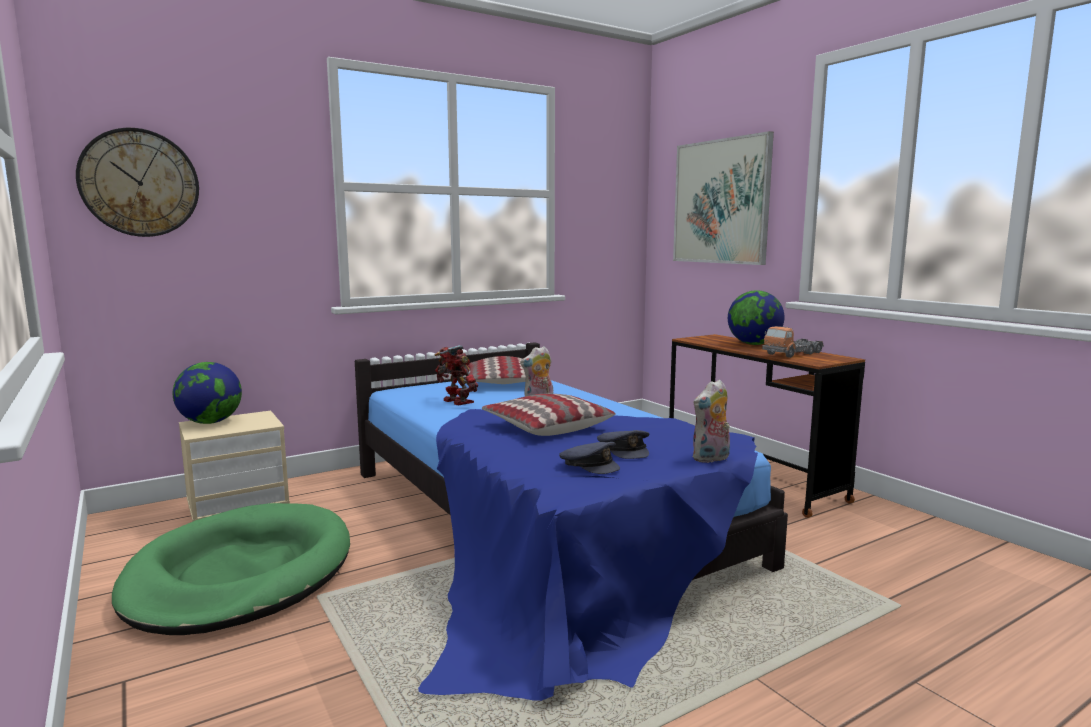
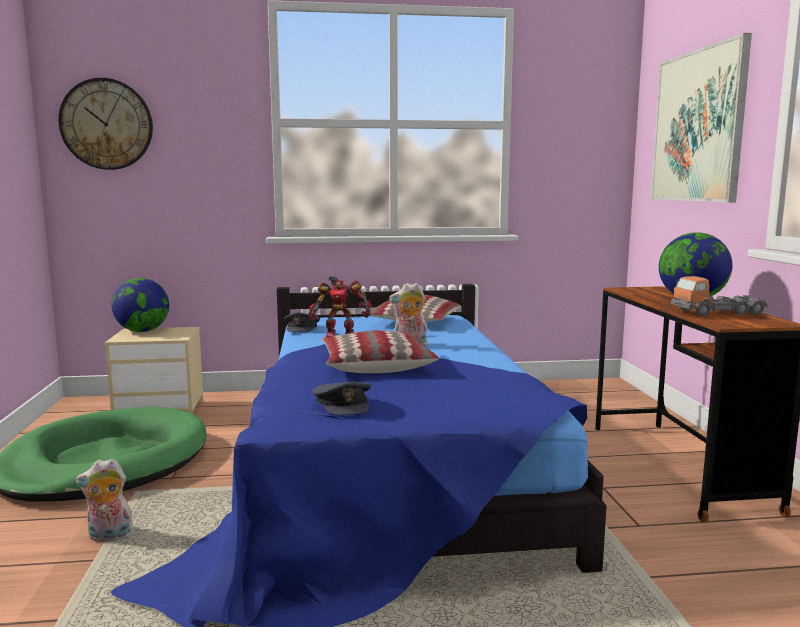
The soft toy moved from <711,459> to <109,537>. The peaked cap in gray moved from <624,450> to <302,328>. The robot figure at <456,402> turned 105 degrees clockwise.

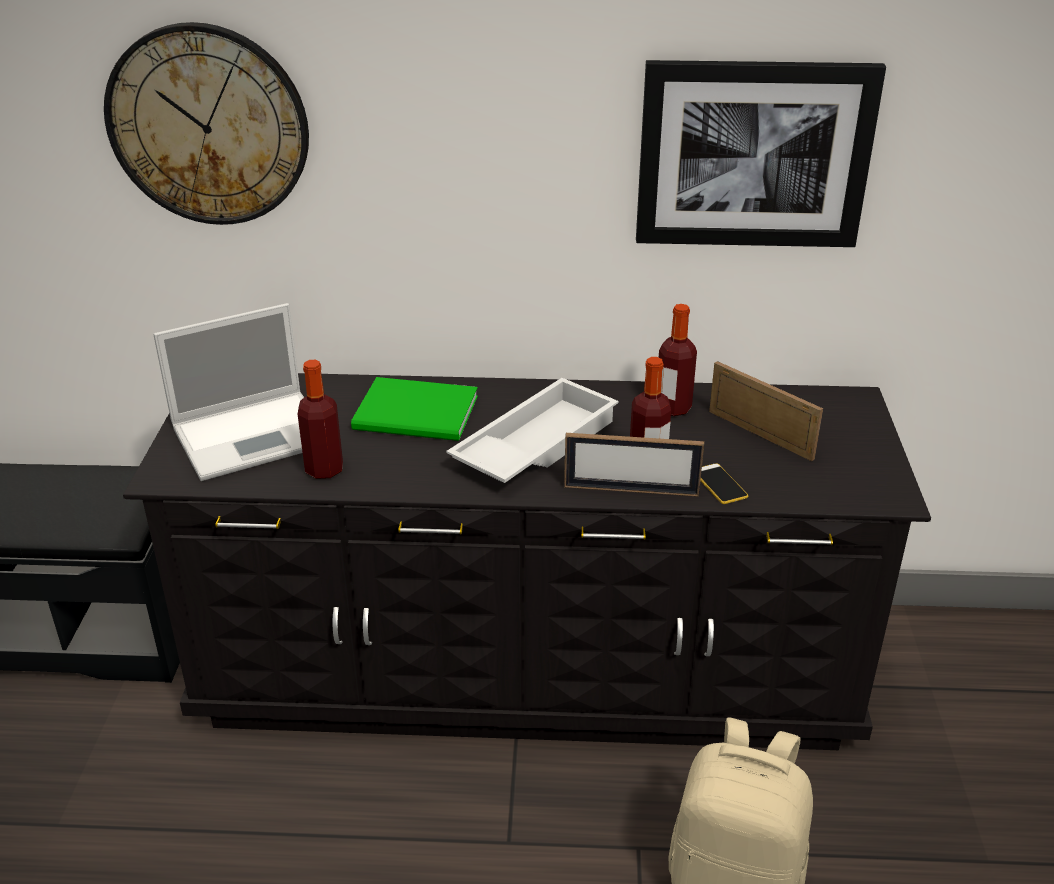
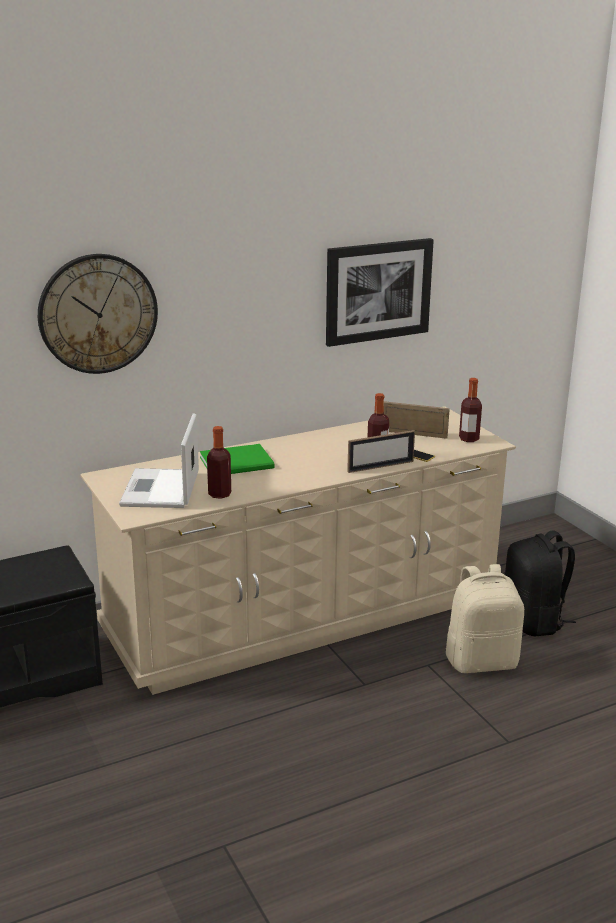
The chest of drawers in black at <527,669> became the chest of drawers in sand-coloured at <305,615>. The portable computer at <255,434> turned 150 degrees clockwise. The beverage bottle moved from <673,408> to <469,439>. The rucksack in black at <534,621> appeared. The tray in whitish at <534,444> disappeared.

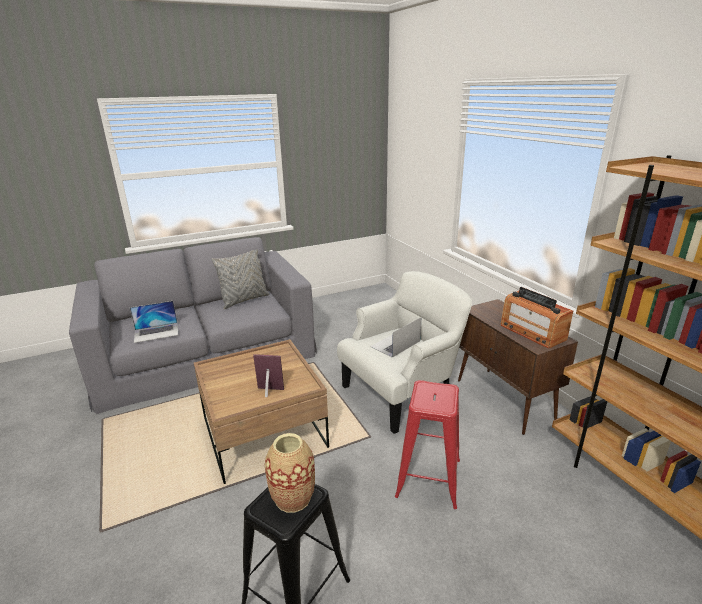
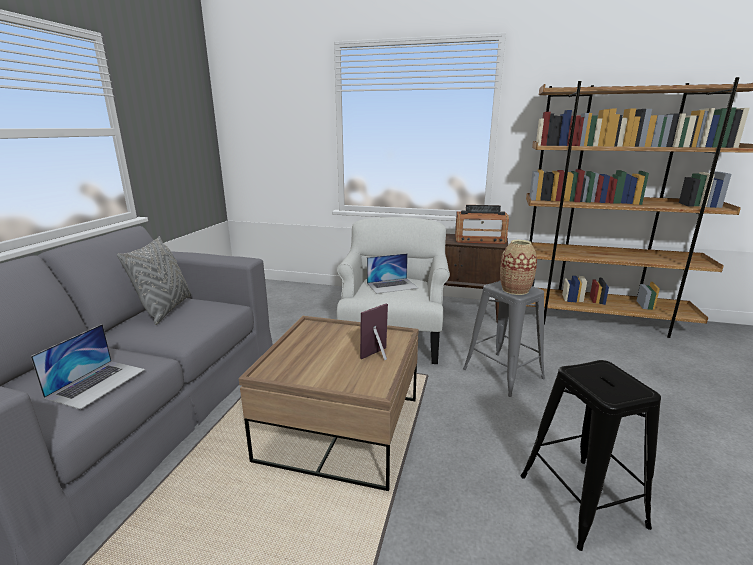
The portable computer at <395,344> turned 105 degrees counterclockwise. The stool in reddish at <428,478> became the stool in gray at <503,374>. The flower vase moved from <293,497> to <515,290>.

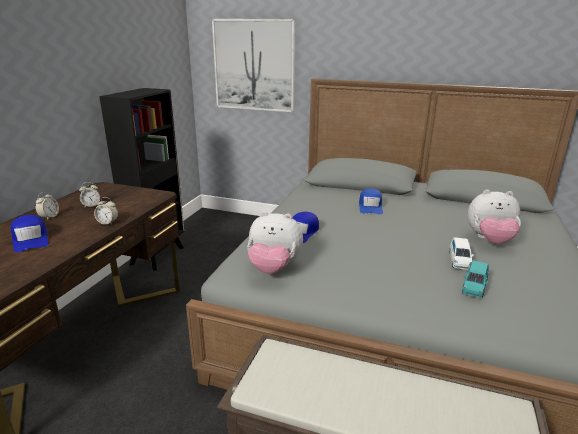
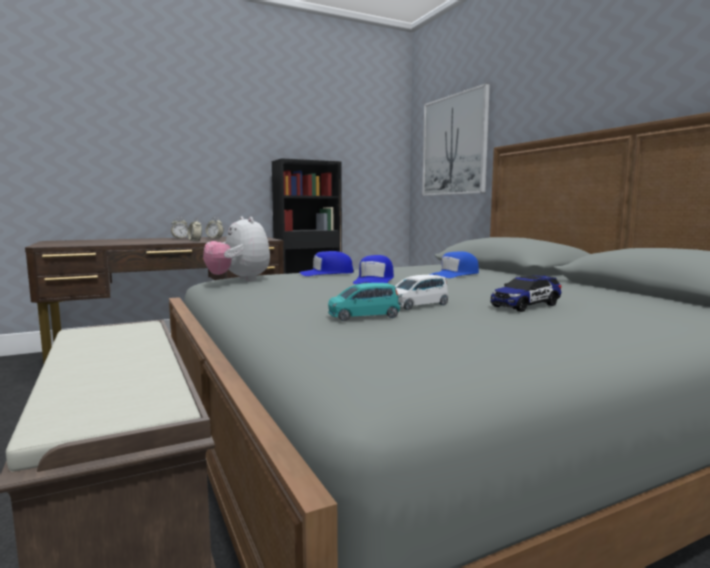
The peaked cap in blue moved from <31,239> to <374,280>. The soft toy at <489,240> was replaced by the model car at <526,306>.

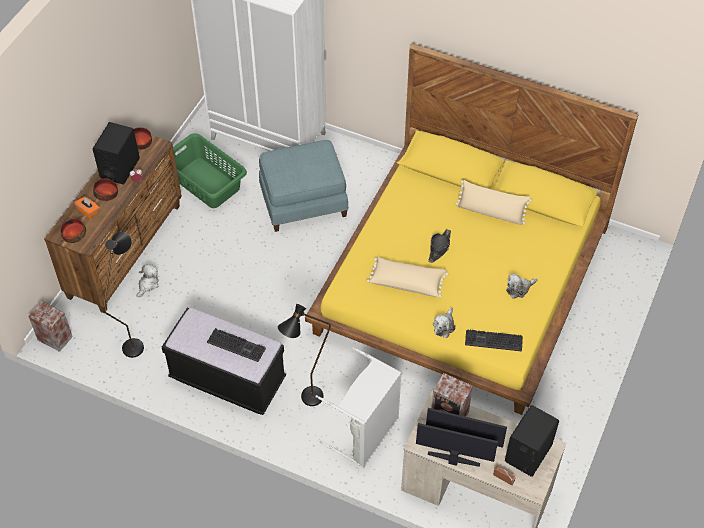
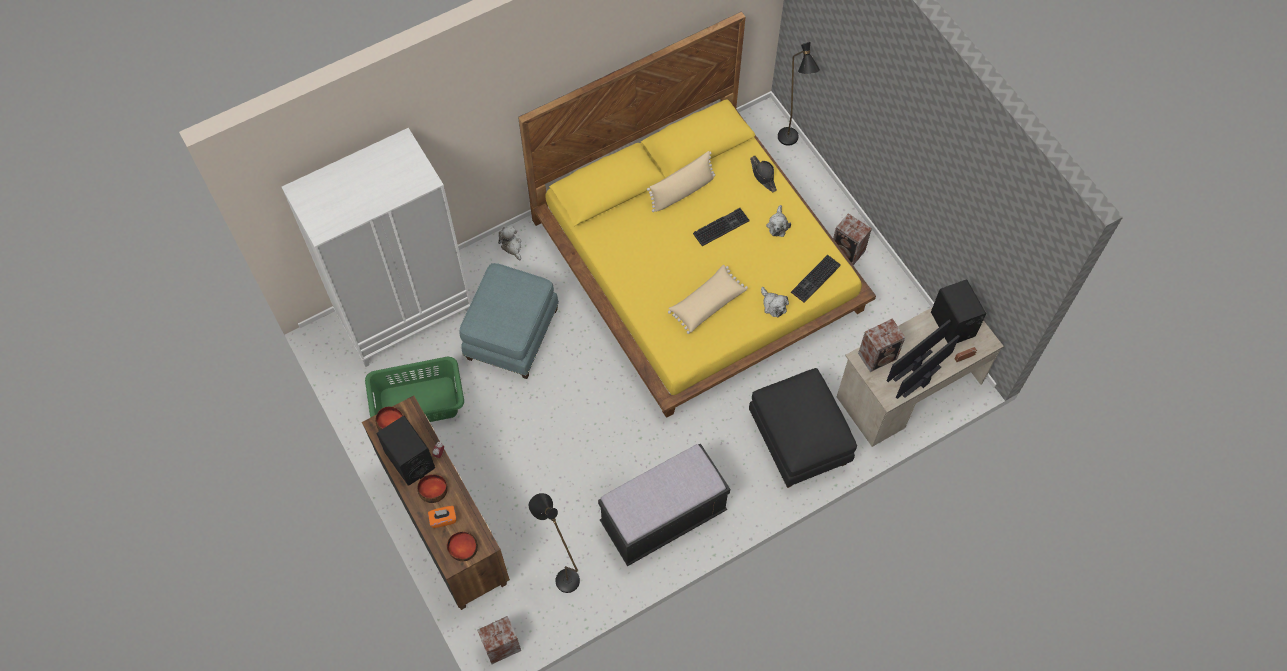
The soft toy moved from <148,284> to <512,246>. The keyboard moved from <237,345> to <721,226>. The hamper in gray at <365,434> was replaced by the ottoman in black at <799,440>. The wearable hat in black moved from <439,248> to <763,176>. The floor lamp in black moved from <306,402> to <790,143>. The loudspeaker at <848,251> appeared.

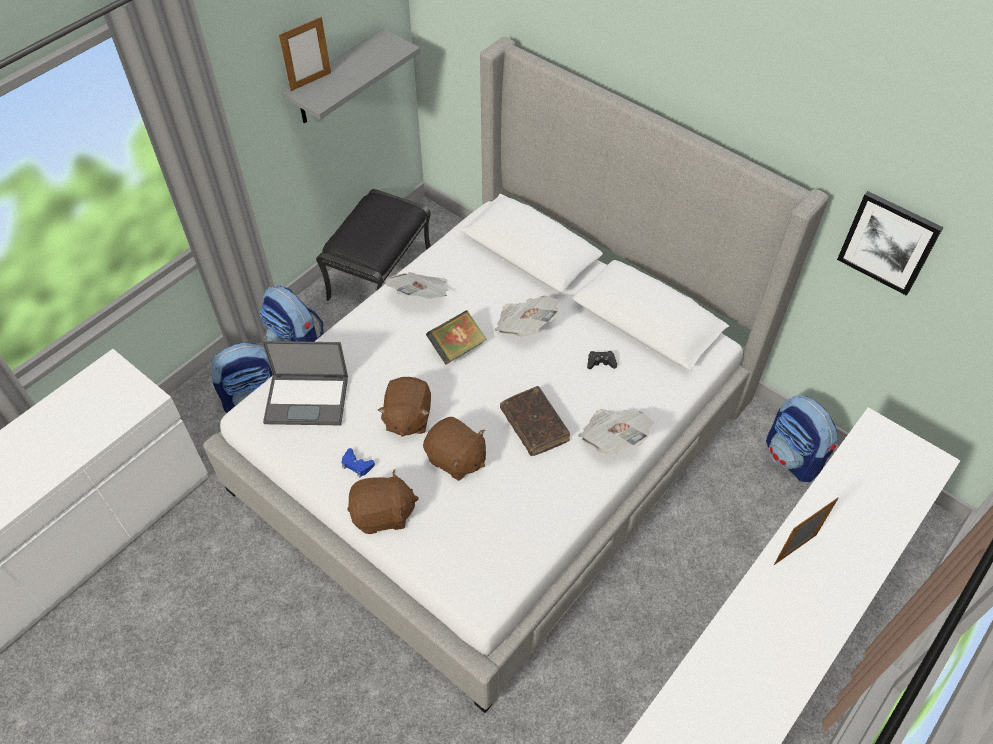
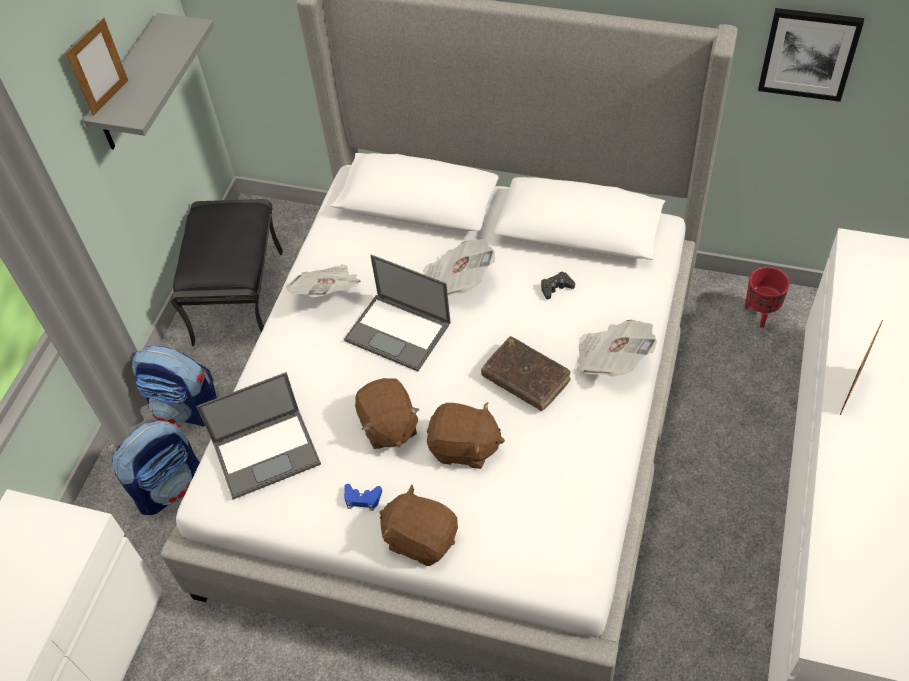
The volume at <457,348> was replaced by the portable computer at <399,332>. The soft toy in brown-coloured at <383,514> turned 120 degrees counterclockwise. The rucksack at <793,458> was replaced by the planter in reddish at <761,314>.

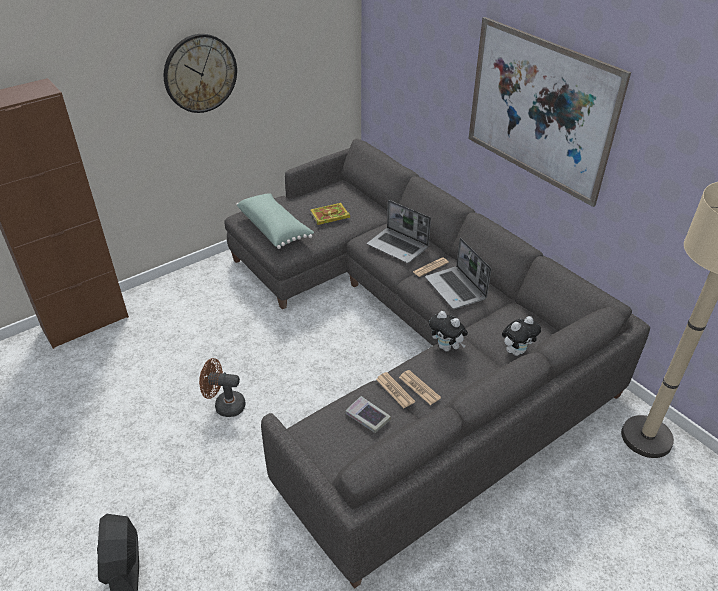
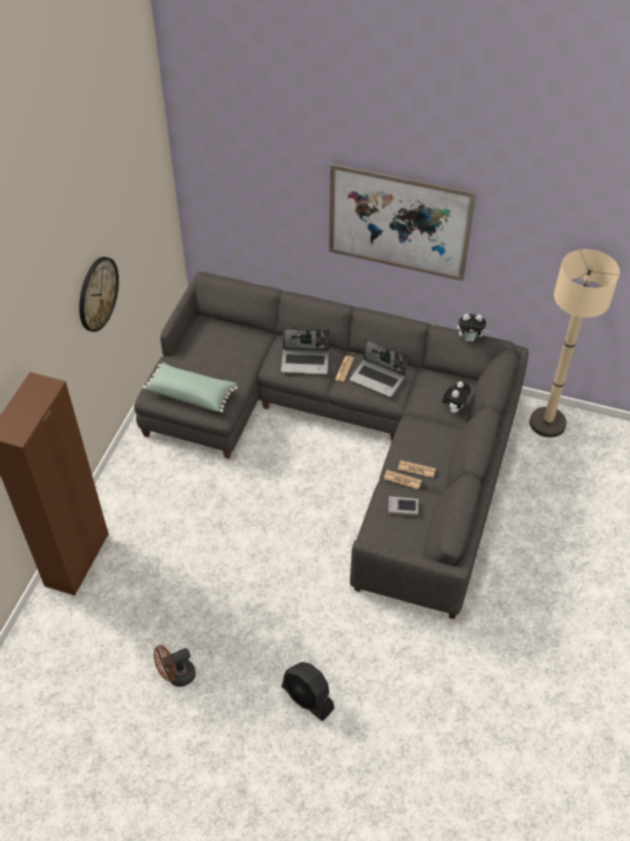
The electric fan in brown-coloured moved from <225,405> to <176,676>. The soft toy moved from <447,347> to <470,338>. The volume at <329,216> disappeared.

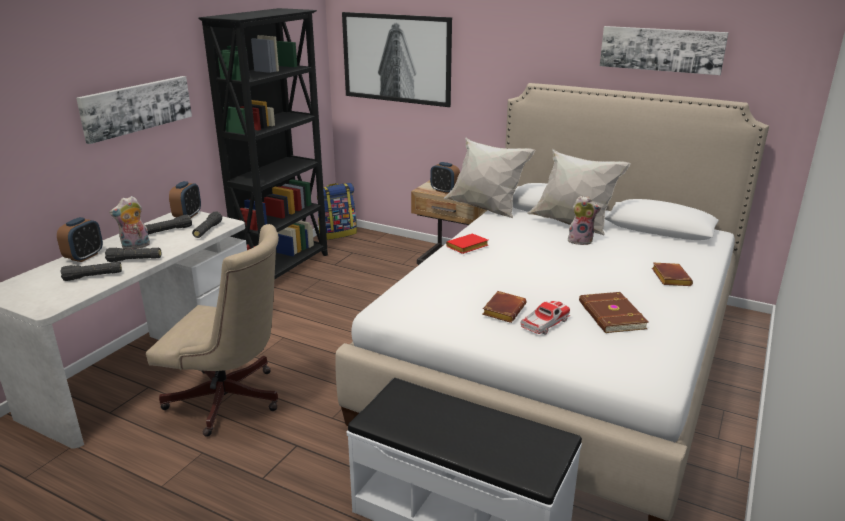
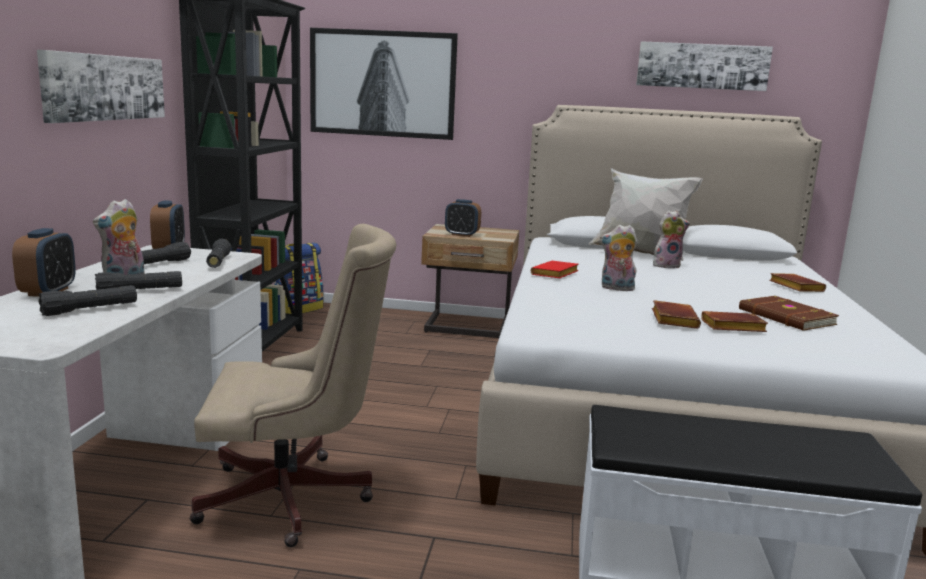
The soft toy at <616,288> appeared. The model car at <544,323> was replaced by the volume in brown-coloured at <731,328>. The pillow in whitish at <486,209> disappeared.

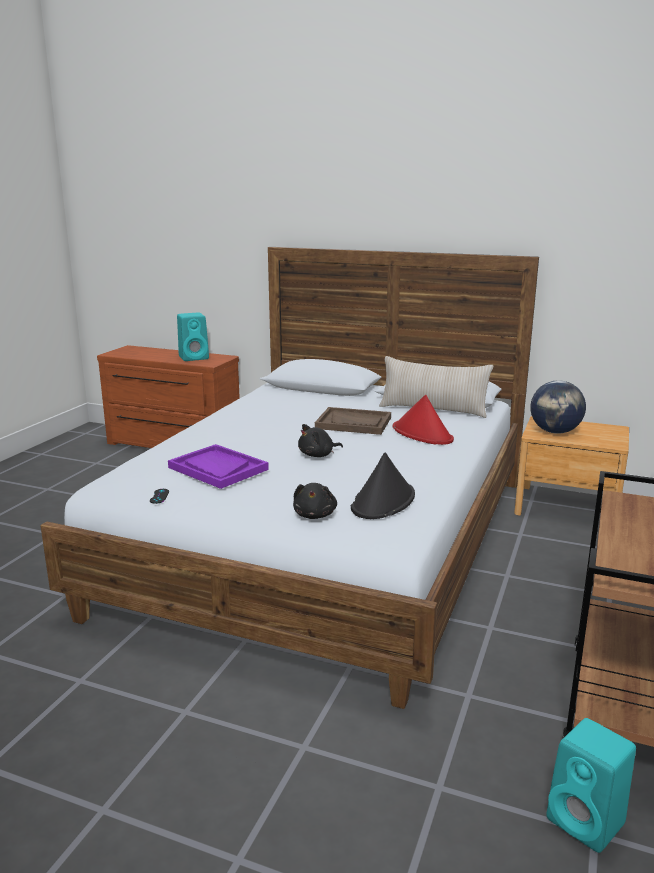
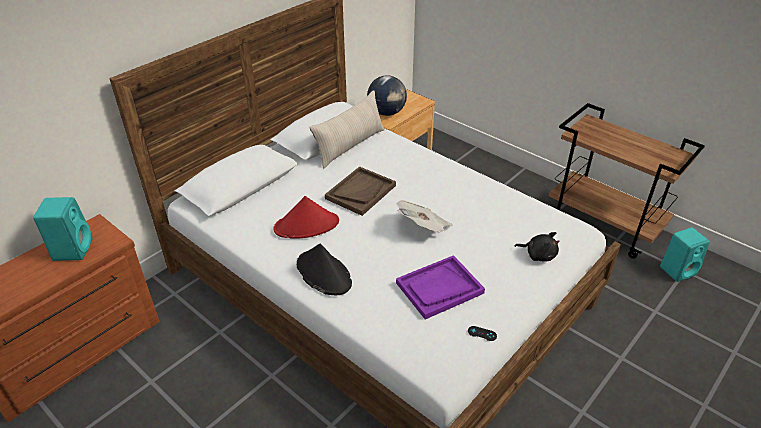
The wearable hat in reddish moved from <422,434> to <307,225>. The wearable hat in black moved from <383,501> to <323,273>. The soft toy in black at <318,455> was replaced by the newspaper at <424,228>.

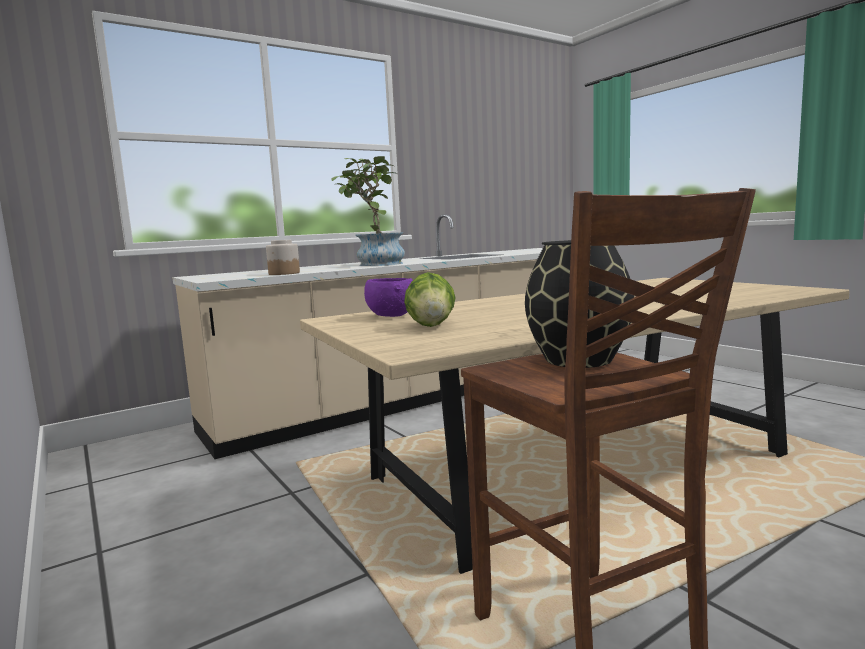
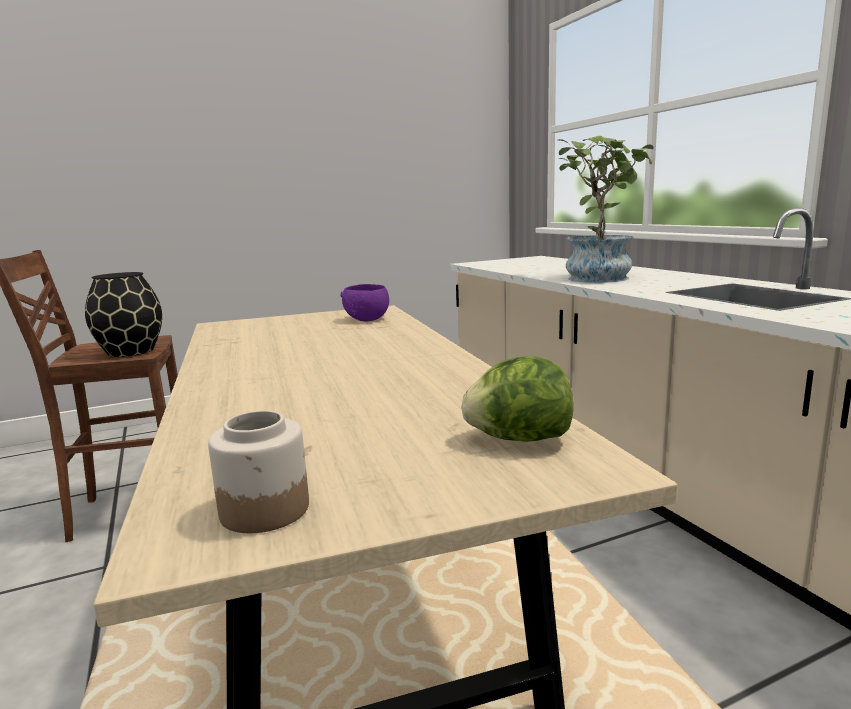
The preserve jar moved from <284,273> to <266,510>. The lettuce moved from <431,326> to <519,439>.

